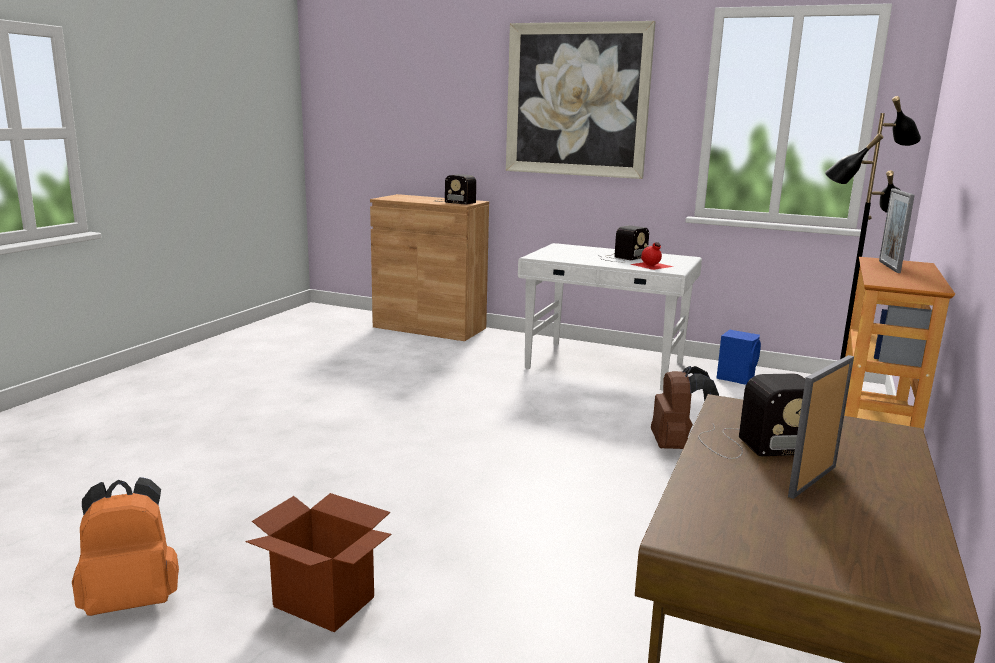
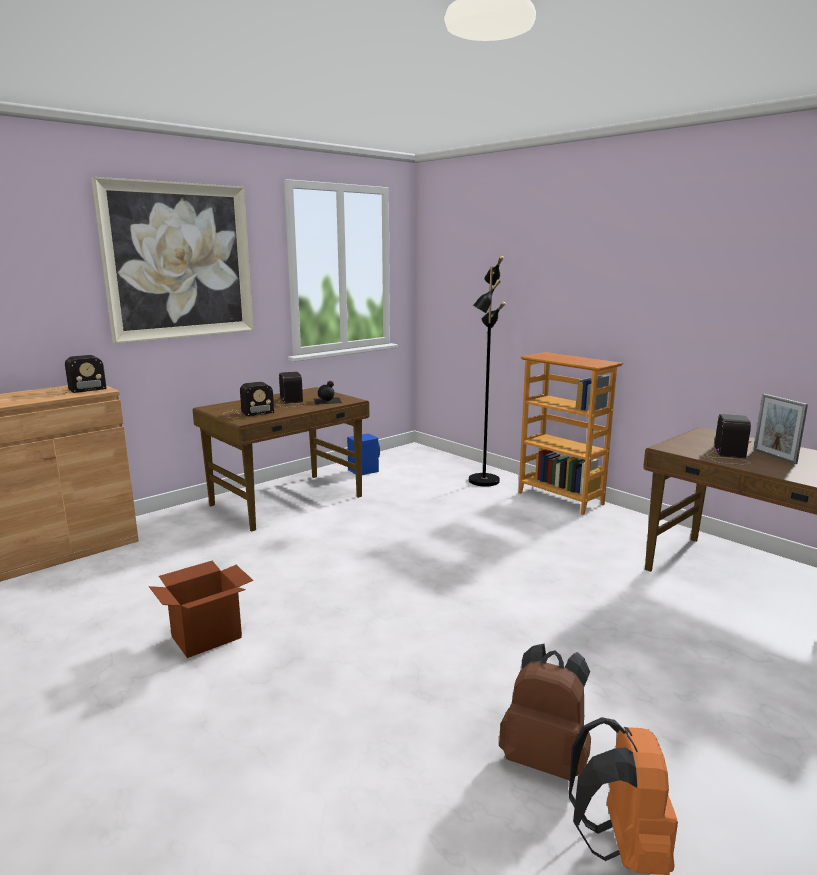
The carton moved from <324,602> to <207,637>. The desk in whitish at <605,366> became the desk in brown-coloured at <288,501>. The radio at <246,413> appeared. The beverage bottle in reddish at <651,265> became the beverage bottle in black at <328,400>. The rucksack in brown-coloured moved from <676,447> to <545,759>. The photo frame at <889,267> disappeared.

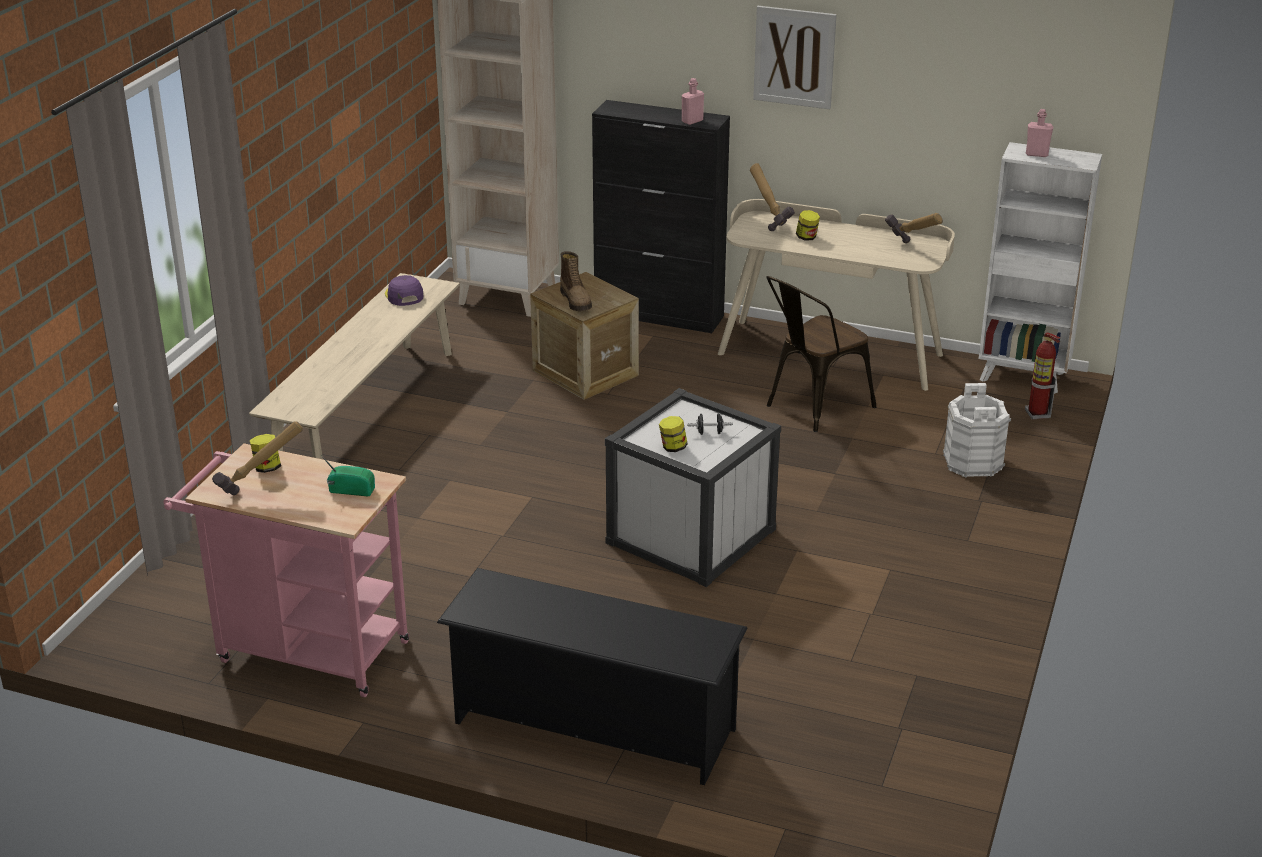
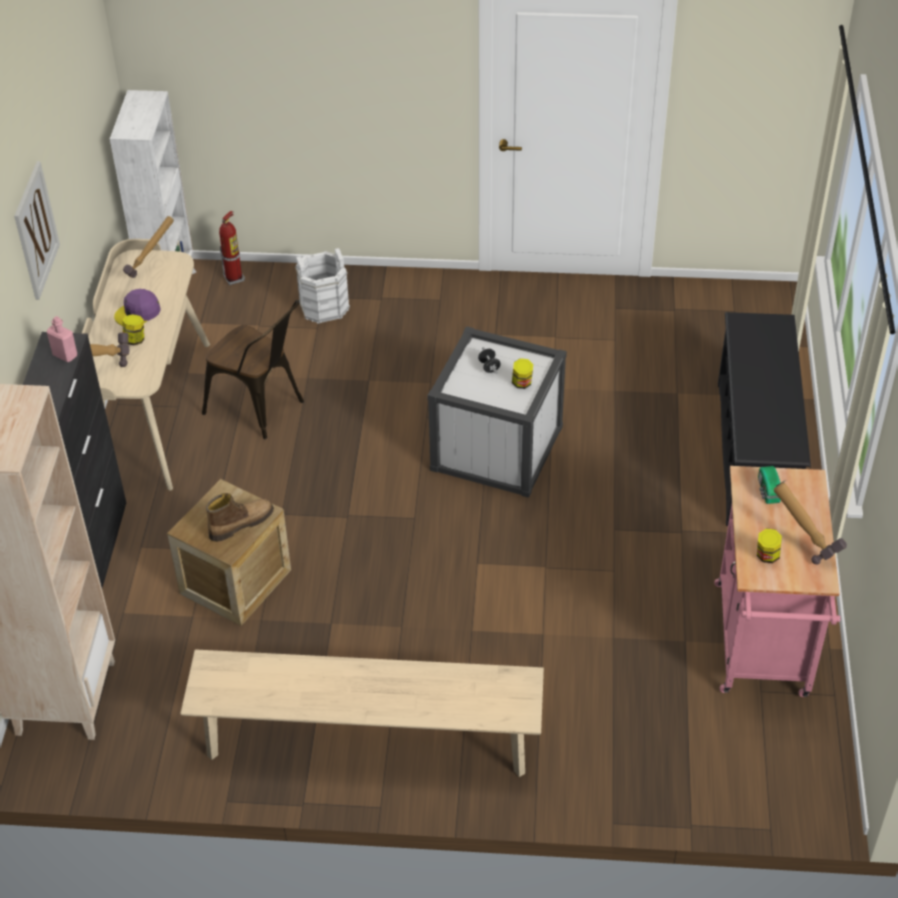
The peaked cap in purple moved from <403,296> to <138,312>. The beverage bottle in pink-coloured at <1037,154> disappeared.

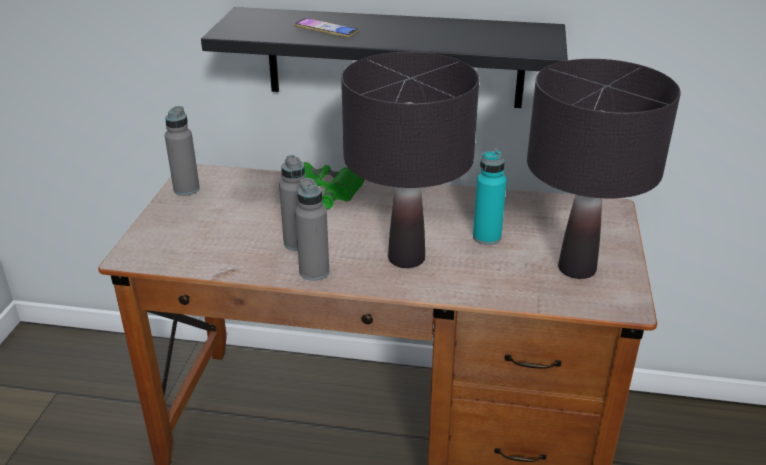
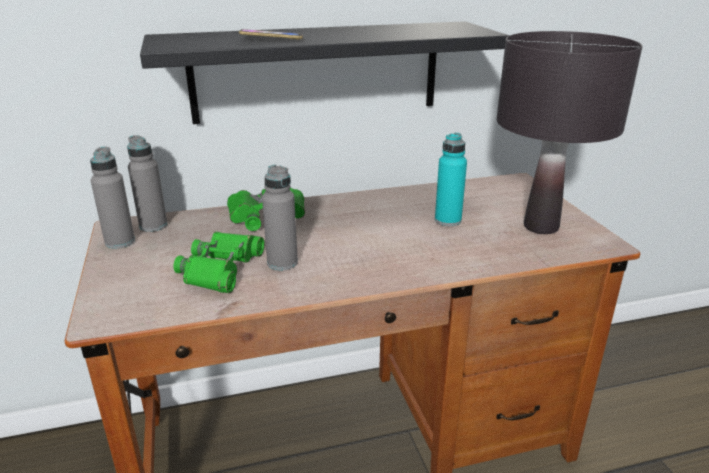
The beverage bottle in gray moved from <314,272> to <153,225>. The field glasses in green-coloured at <221,269> appeared. The lamp for a table in black at <407,258> disappeared.

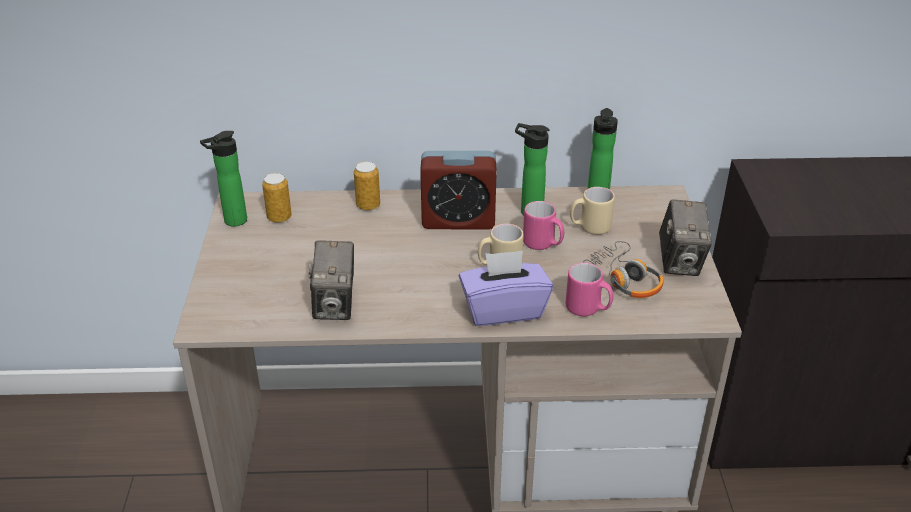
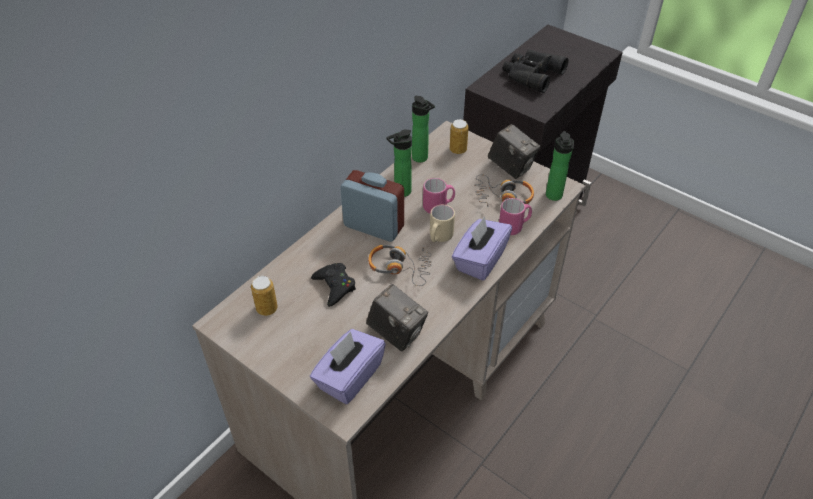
The tissue box in purple at <349,377> appeared. The gamepad in black at <335,286> appeared. The alarm clock at <458,220> turned 105 degrees counterclockwise. The headset at <400,267> appeared. The sealed can moved from <368,205> to <458,150>. The field glasses in black at <530,74> appeared. The beverage bottle moved from <232,221> to <554,197>. The tea mug in sand-coloured at <589,228> disappeared.

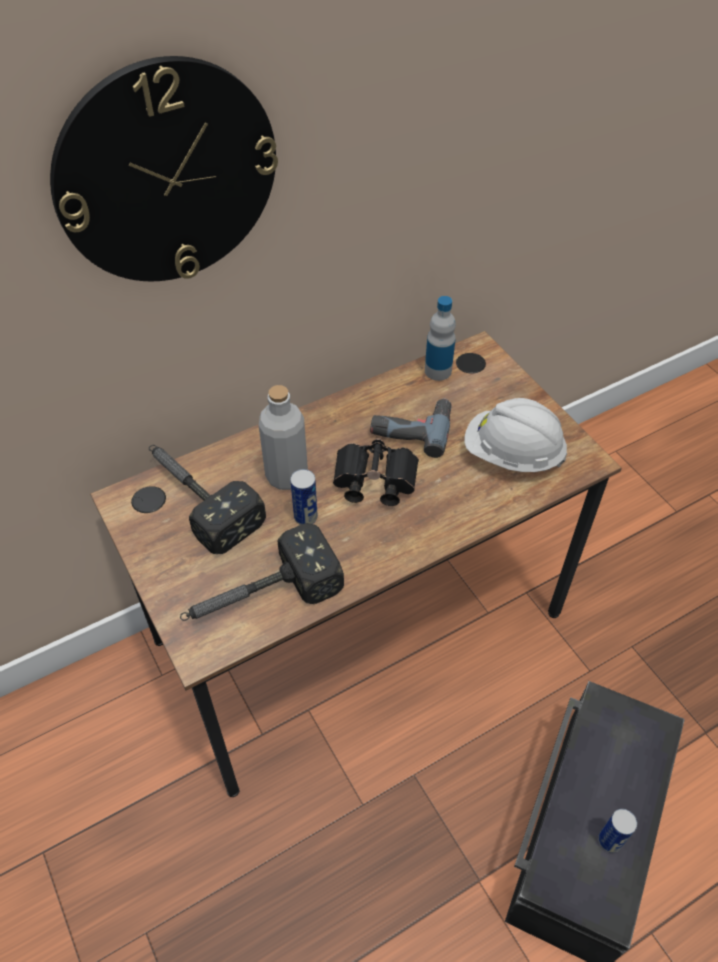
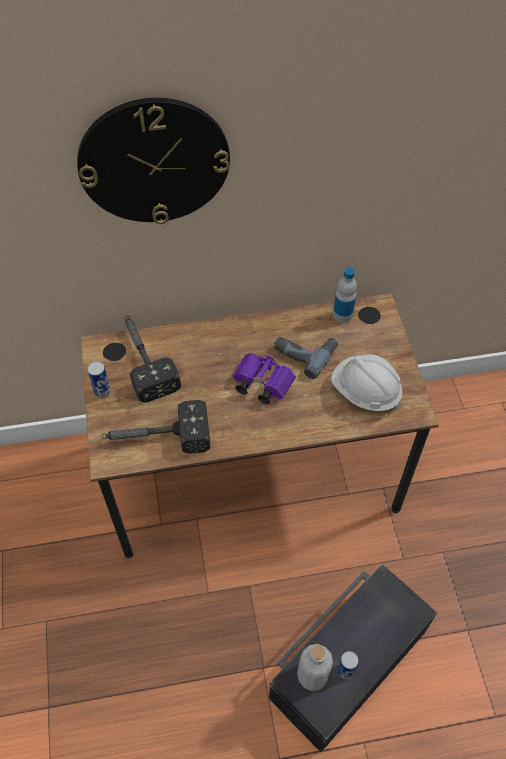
The sealed can moved from <305,517> to <102,391>. The field glasses in black at <372,483> became the field glasses in purple at <260,384>. The beverage bottle in gray moved from <286,475> to <312,675>.

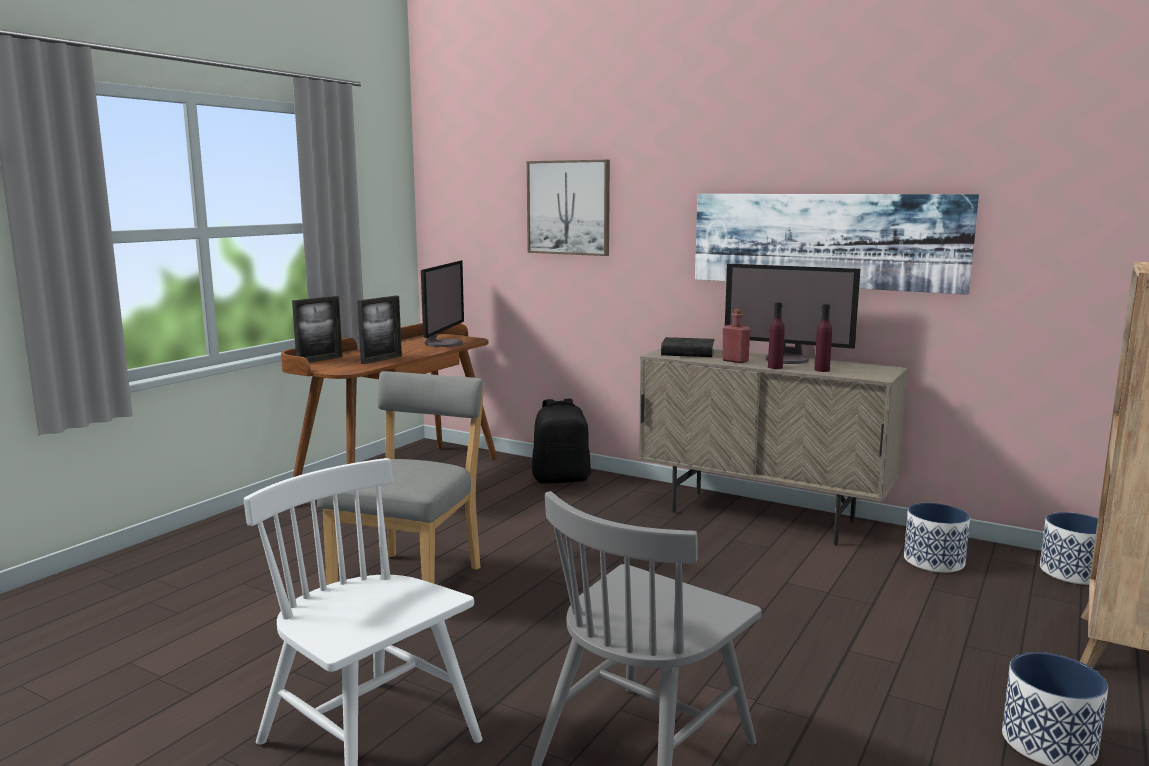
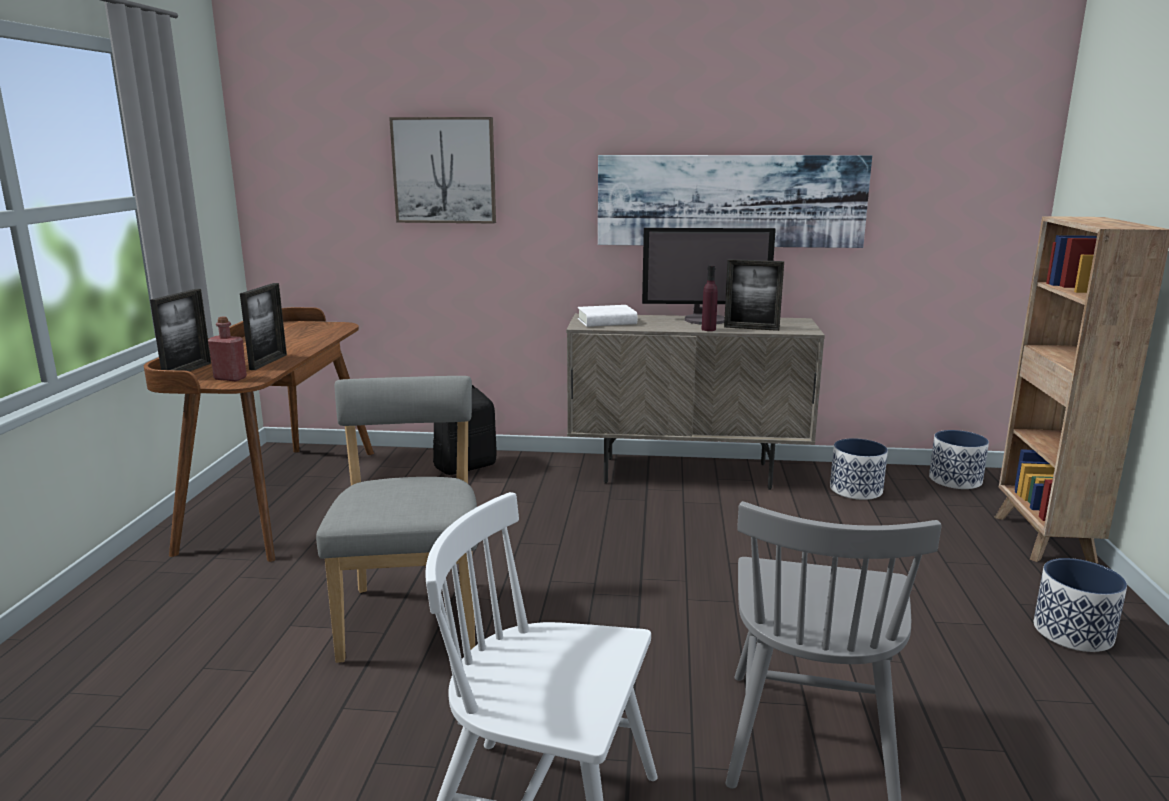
The beverage bottle in reddish moved from <735,361> to <230,378>. The volume in black at <687,353> became the volume in whitish at <607,321>. The beverage bottle in purple at <822,370> was replaced by the photo frame at <751,328>. The monitor at <444,343> disappeared.

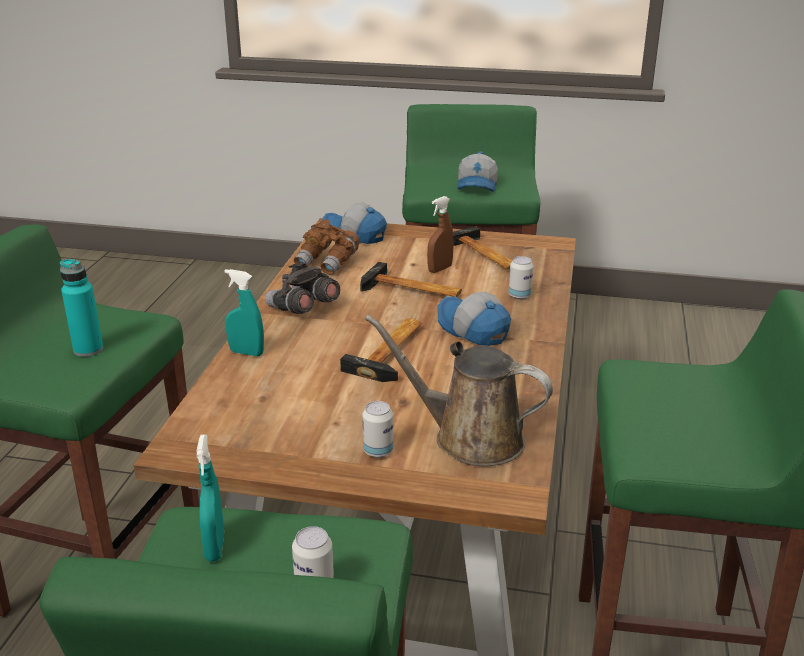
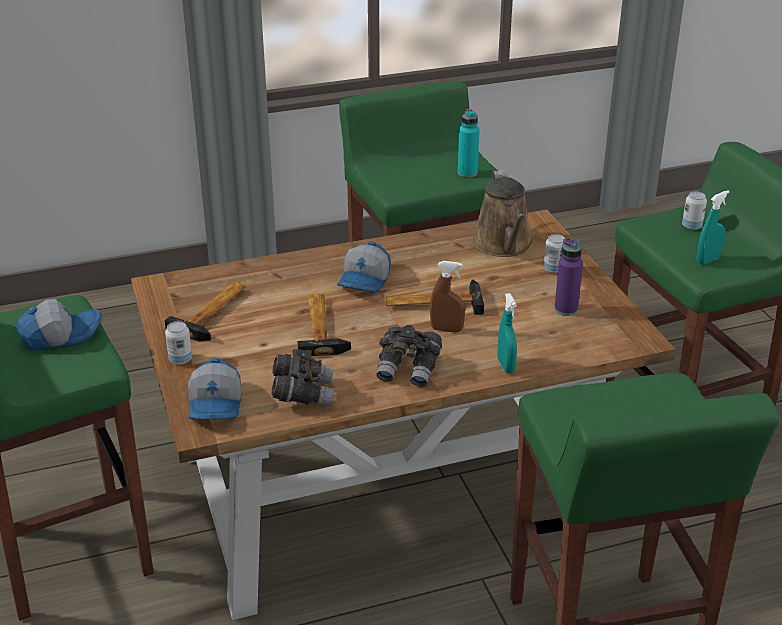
The sealed can moved from <519,296> to <180,359>. The field glasses in brown-coloured at <328,263> became the field glasses in gray at <302,393>. The hand sprayer in brown-coloured moved from <440,269> to <446,329>. The beverage bottle in turquoise moved from <88,349> to <467,173>. The beverage bottle in purple at <566,309> appeared.

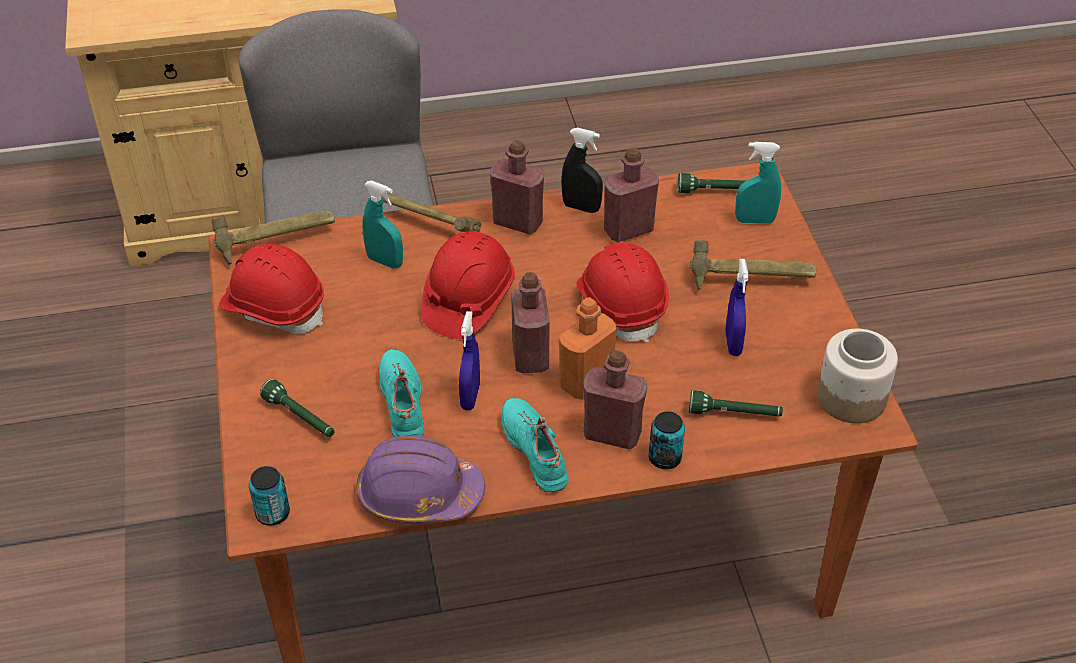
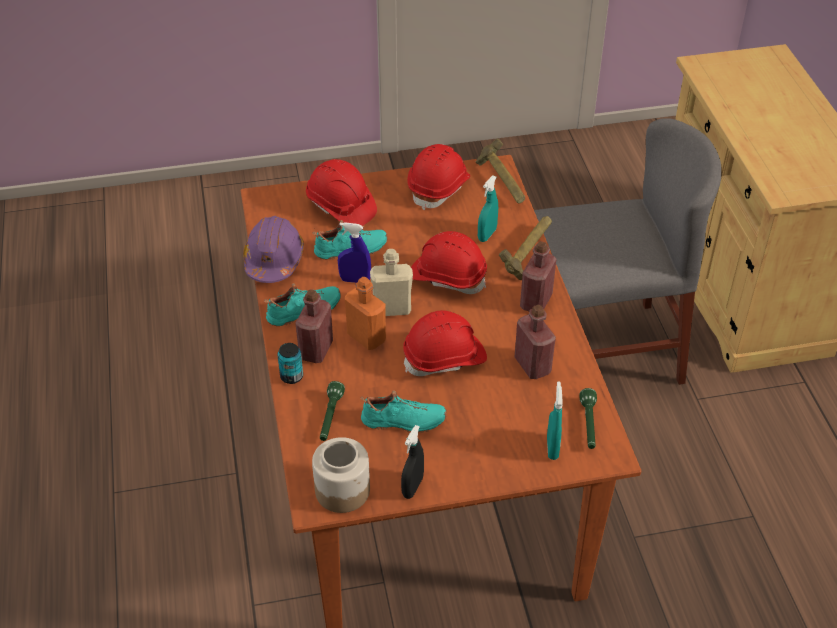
The flashlight in green-coloured at <300,418> was replaced by the hard hat in reddish at <341,207>. The hand sprayer in blue at <733,343> was replaced by the low shoe in turquoise at <403,422>. The beverage bottle in reddish at <530,356> became the beverage bottle in sand-coloured at <392,309>. The hand sprayer in black moved from <581,207> to <412,487>. The sealed can at <273,513> disappeared. The hand hammer at <750,282> disappeared.

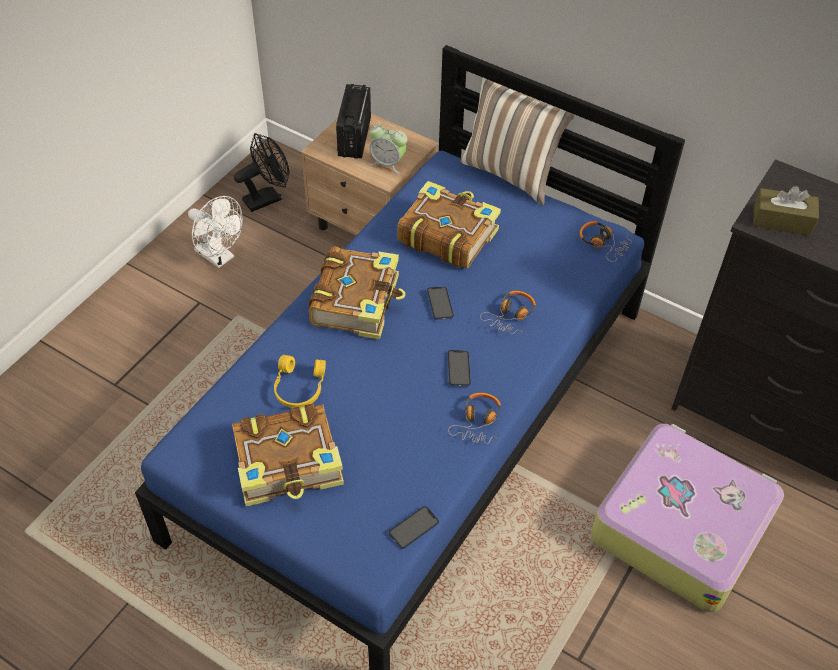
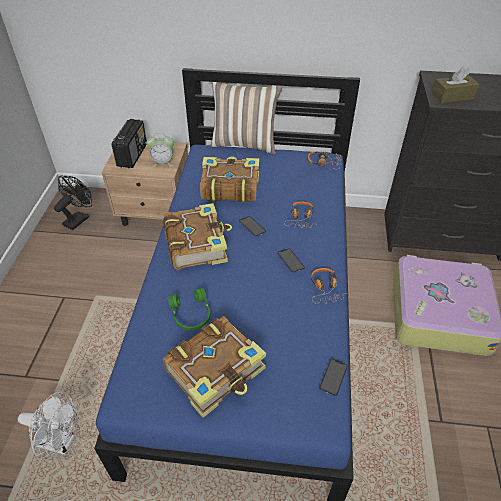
The electric fan in whitish moved from <219,257> to <61,442>. The radio at <354,138> turned 150 degrees counterclockwise. The headset in yellowish at <298,387> became the headset in green-coloured at <190,314>.

